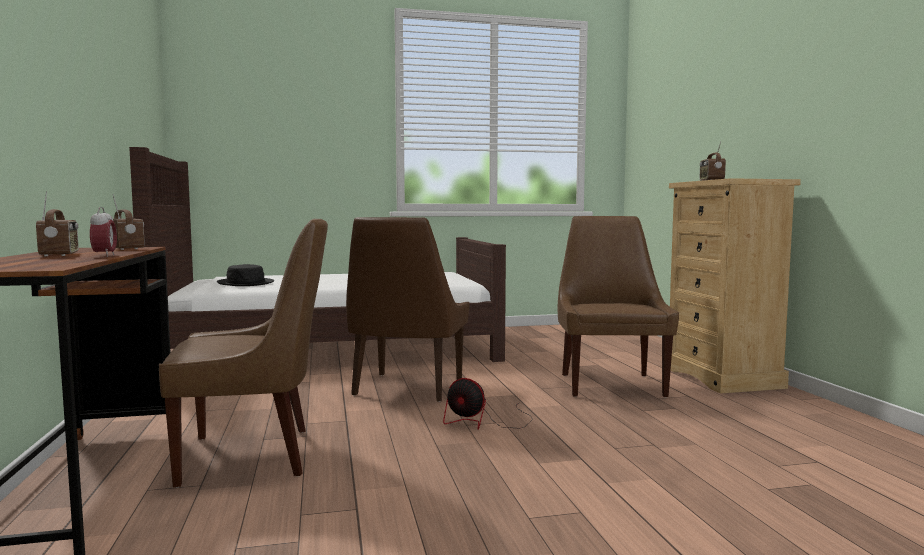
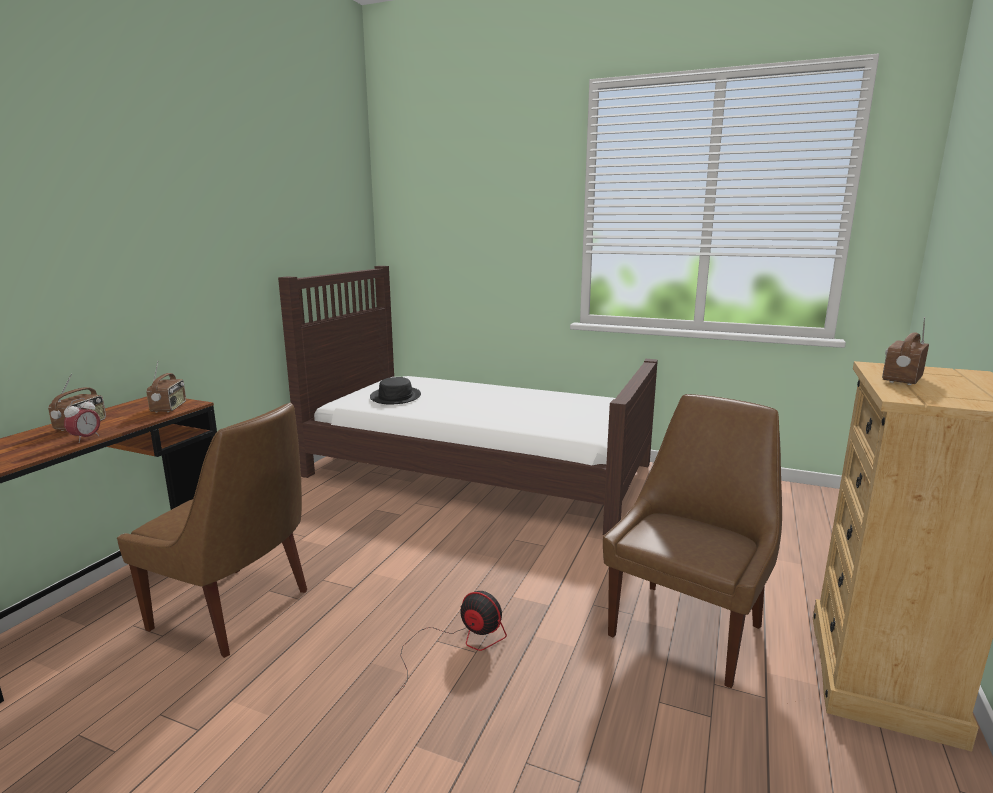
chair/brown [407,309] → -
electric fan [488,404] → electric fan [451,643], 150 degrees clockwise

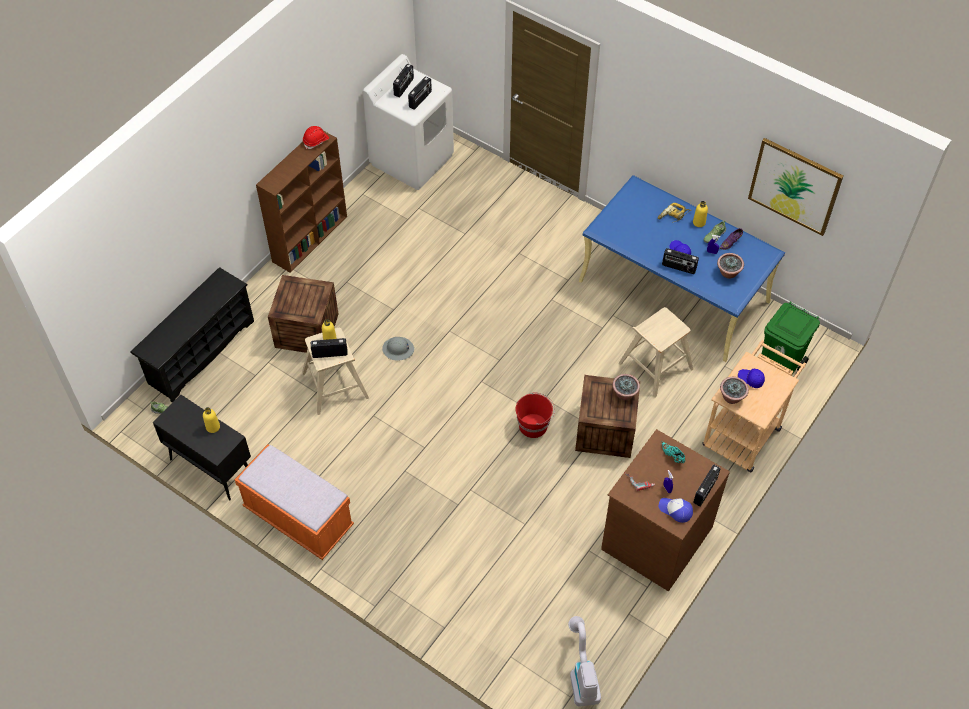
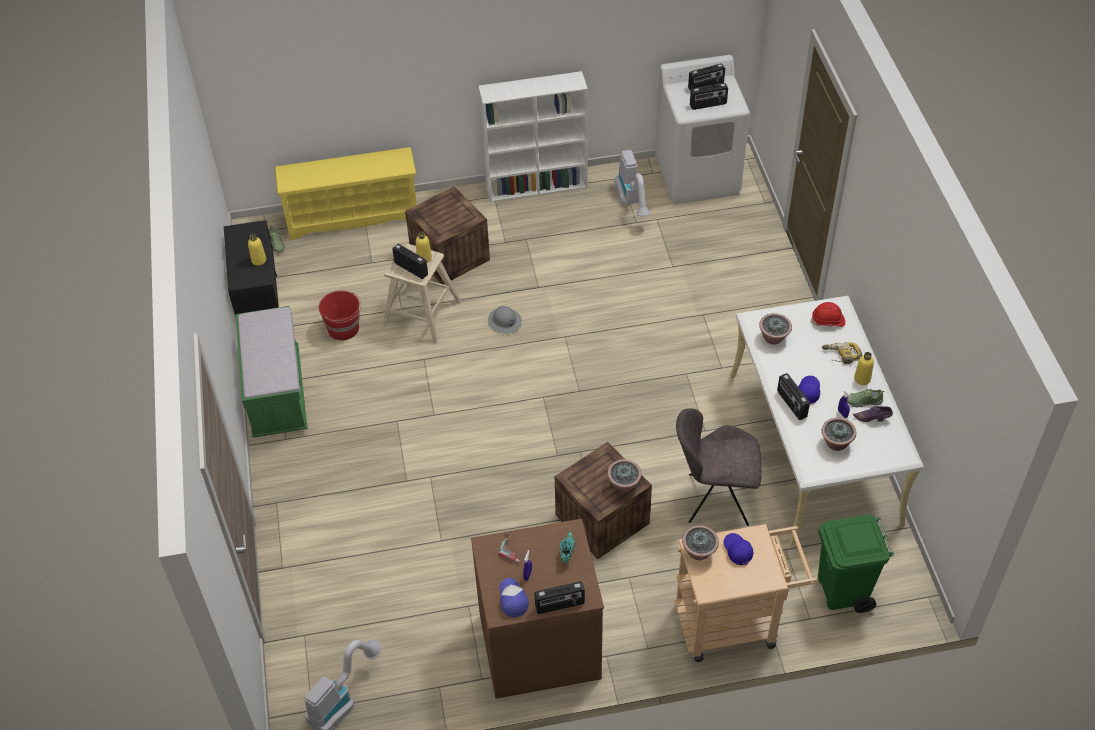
wall picture [795,187] → -
- → vacuum cleaner [632,183]
- → potted plant [775,329]
safety helmet/red [316,137] → safety helmet/red [828,314], move
pail/red [535,415] → pail/red [340,315], move
stool seat/sand-coloured [655,352] → chair/greyish [719,467]
shoe stand/black [192,335] → shoe stand/yellow [345,193]
indoor bench/orange [294,502] → indoor bench/green-coloured [271,372]
bookcase/brown [301,202] → bookcase/white-coloured [533,136]
desk/blue [682,268] → desk/white-coloured [827,421]

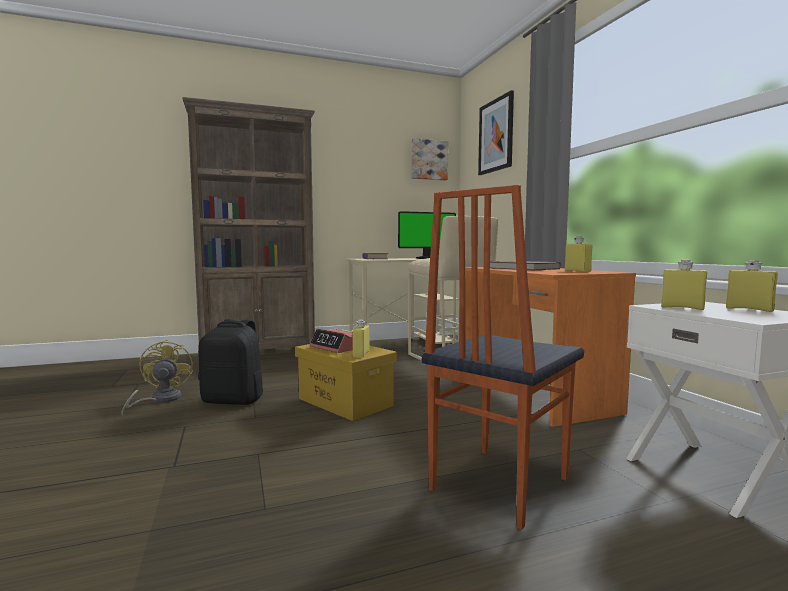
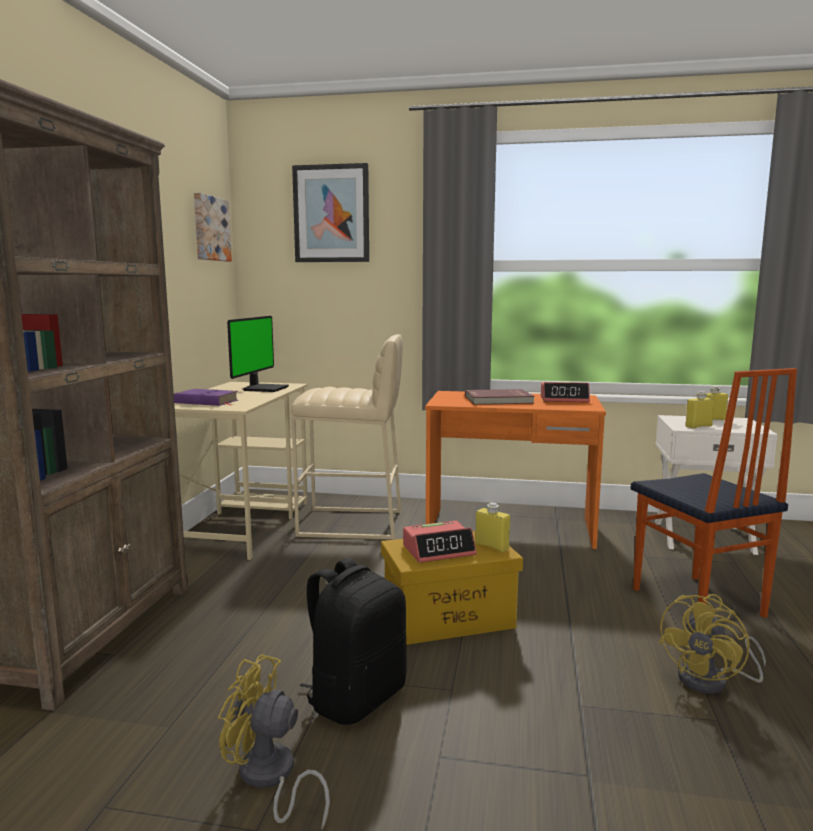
- → electric fan/yellow [712,644]
bottle/yellow [578,254] → alarm clock [565,392]

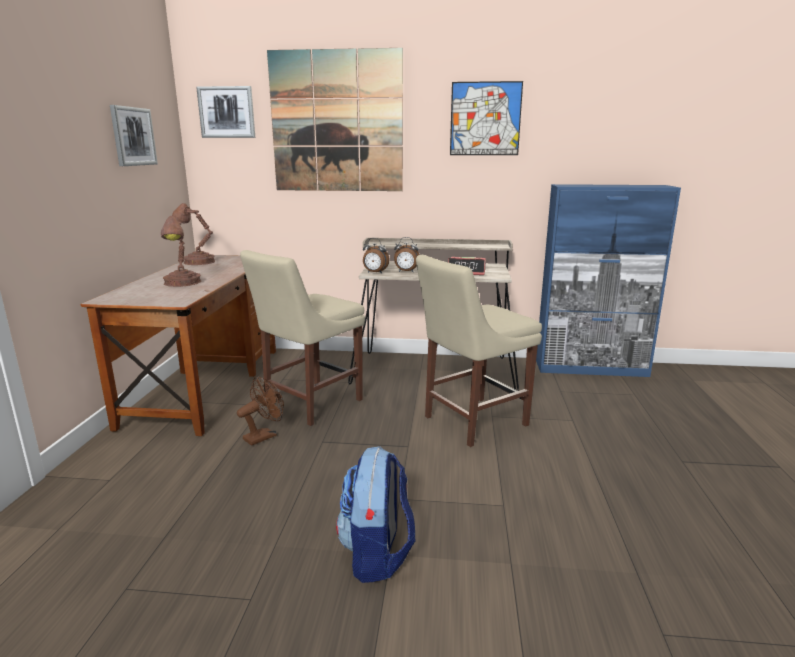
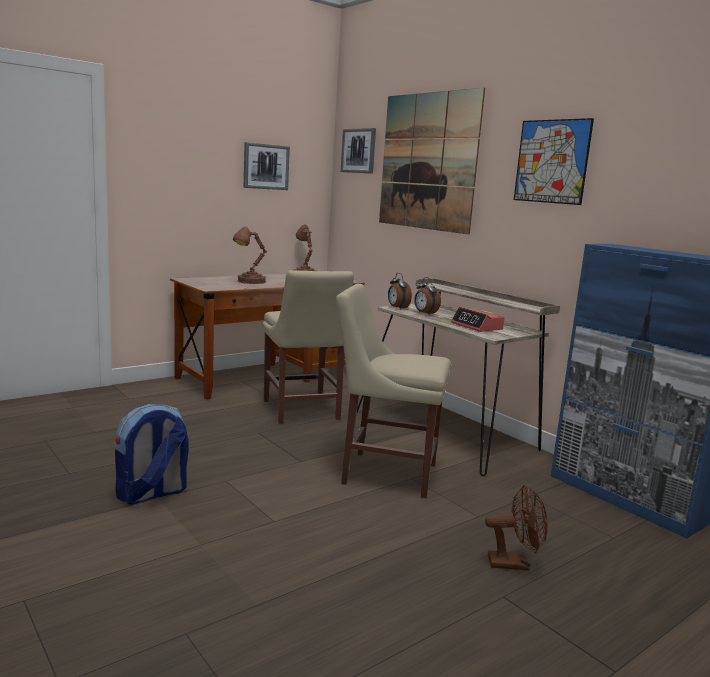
electric fan/brown [260,411] → electric fan/brown [516,528], move
chair/sand-coloured [302,338] → chair/sand-coloured [308,347], 105 degrees counterclockwise

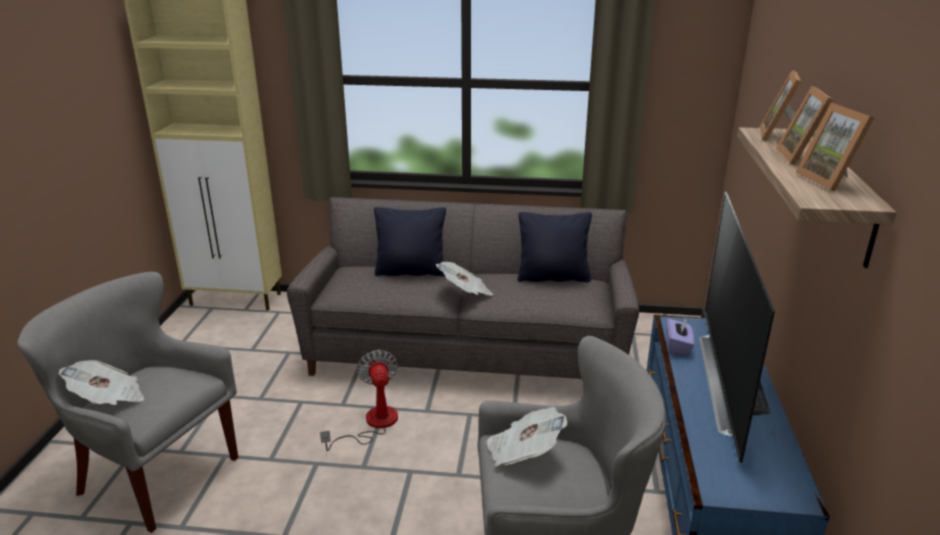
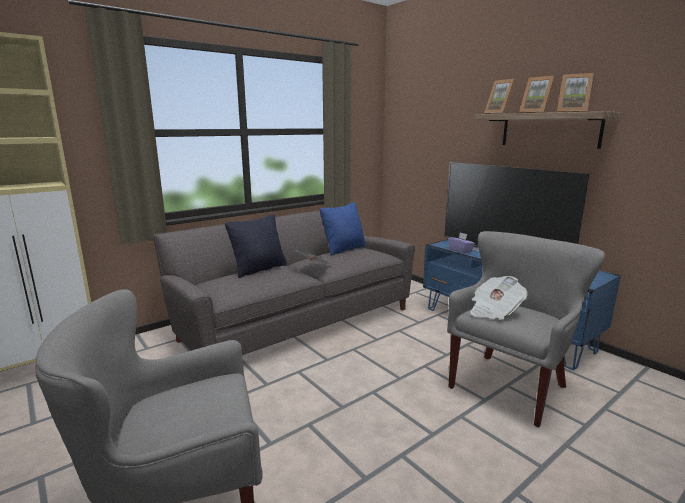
daily paper [101,382] → -
electric fan [359,400] → -
pillow/black [554,247] → pillow/blue [343,229]

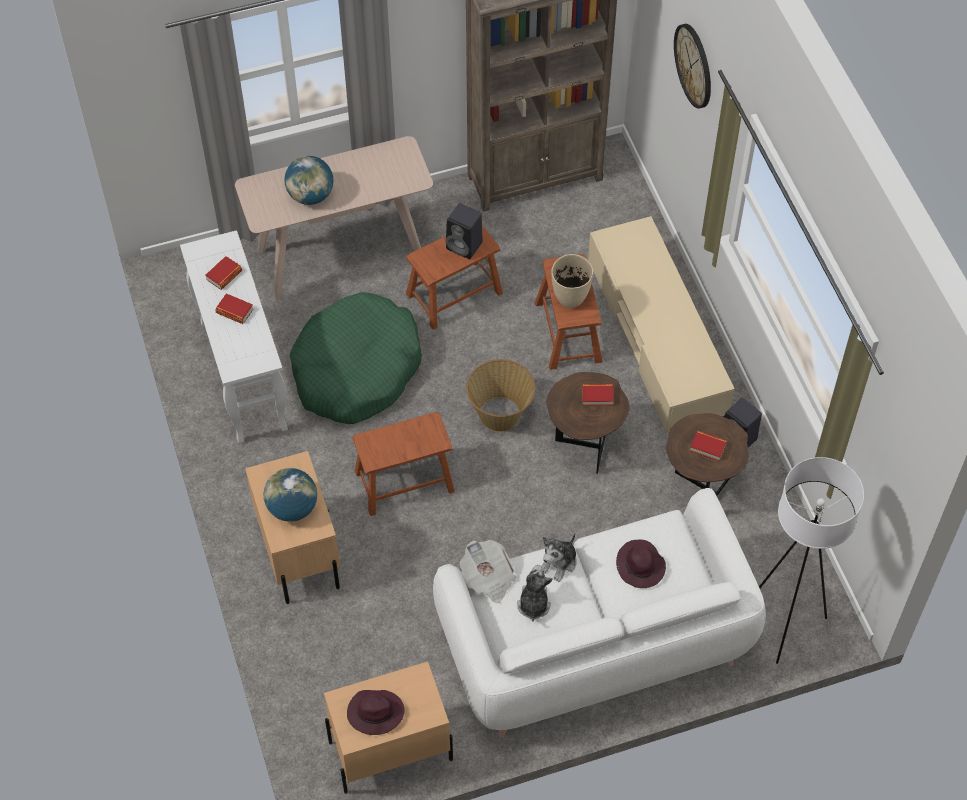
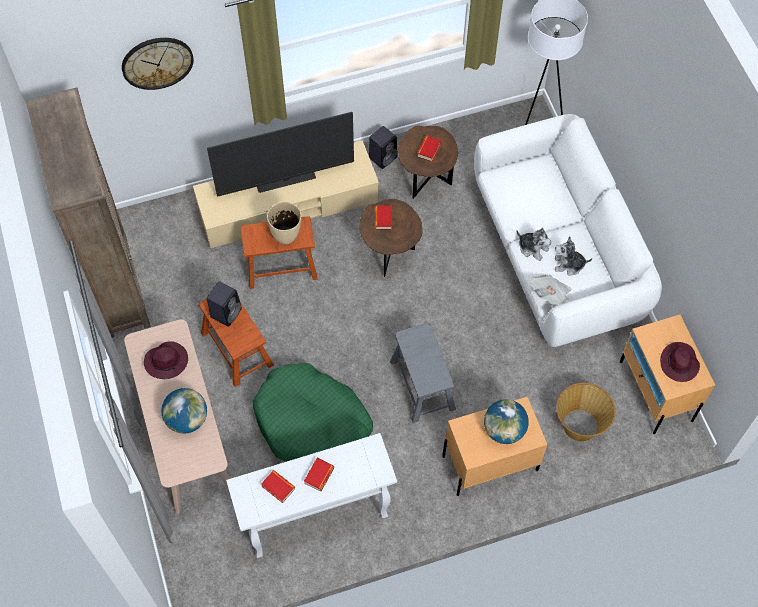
- → television [280,154]
basket [501,395] → basket [585,412], move
hat/purple-coloured [641,564] → hat/purple-coloured [166,360], move
stool seat/brown [403,464] → stool seat/greyish [423,373]

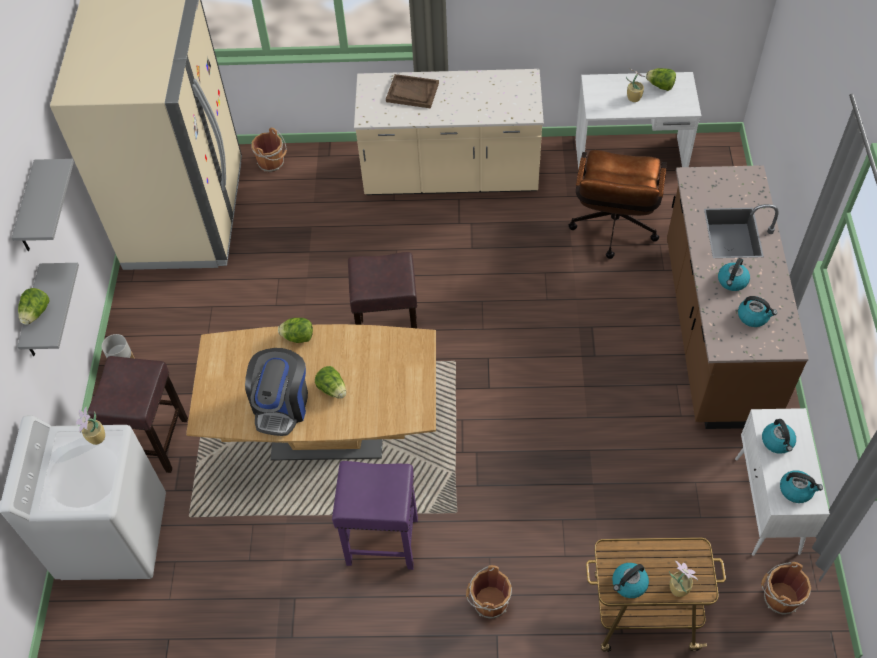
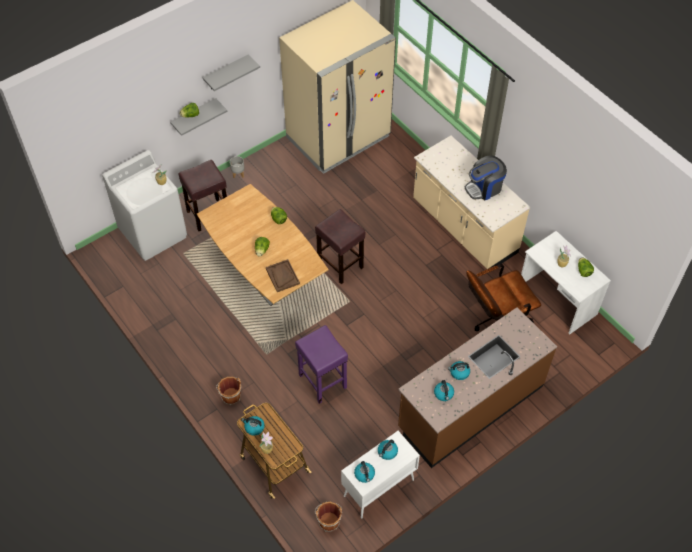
pail/brown [269,150] → -
coffee machine [276,392] → coffee machine [486,177], move
stool seat/purple-coloured [375,515] → stool seat/purple-coloured [321,364], move
serving tray/brown [412,91] → serving tray/brown [283,275], move

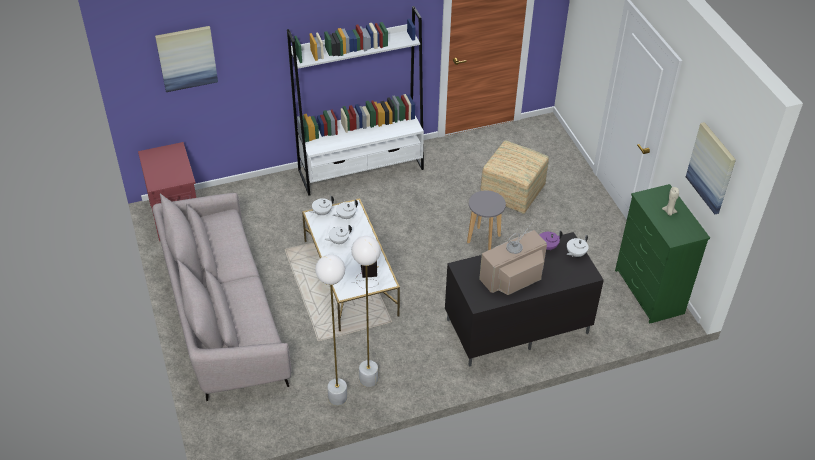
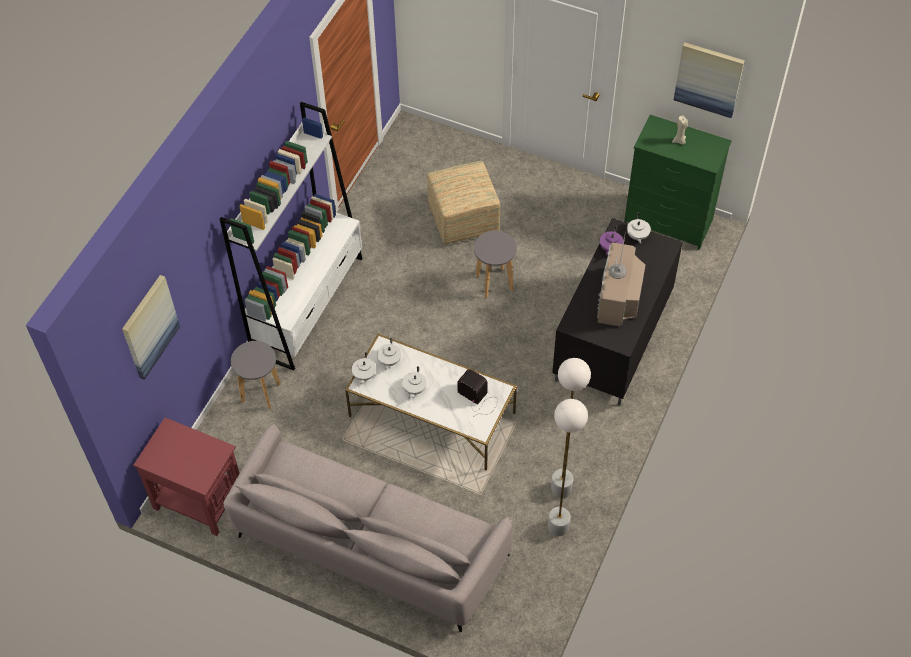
- → stool seat/greyish [256,375]

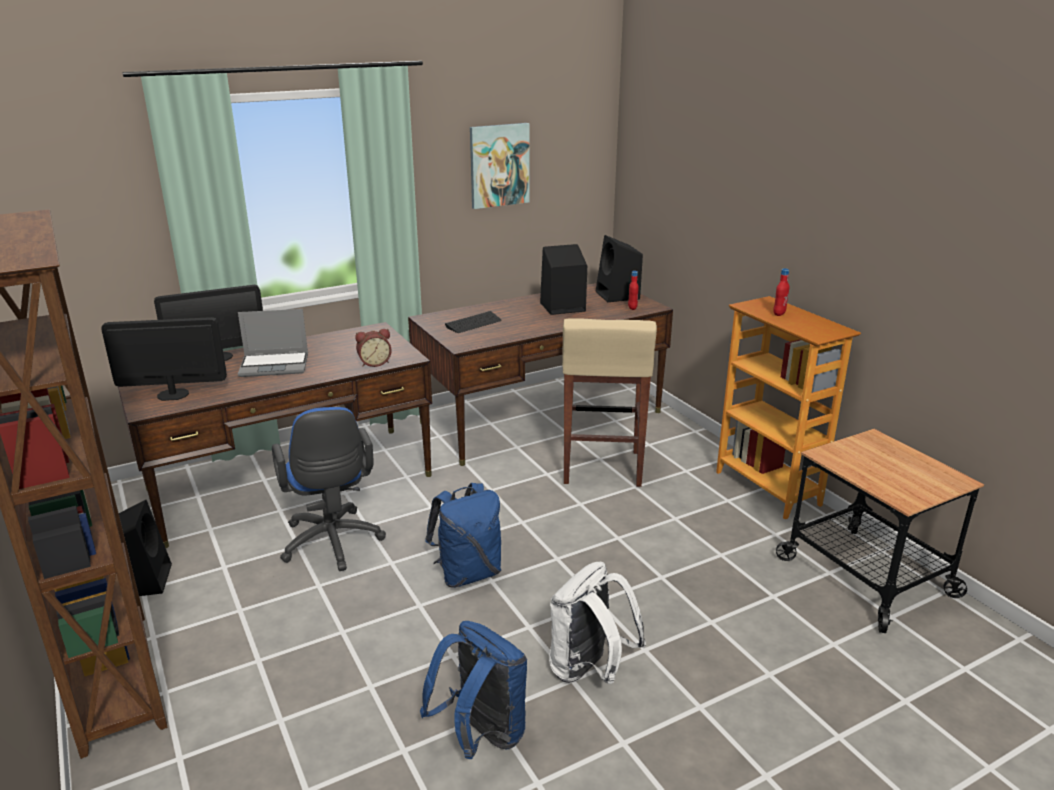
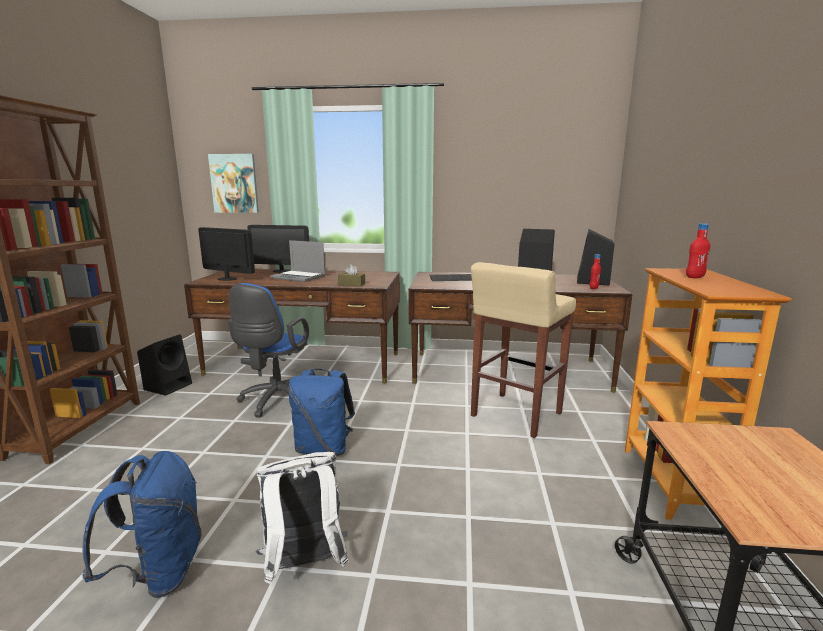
wall picture [500,166] → wall picture [233,183], move
alarm clock [373,348] → box of tissues/brown [351,275]

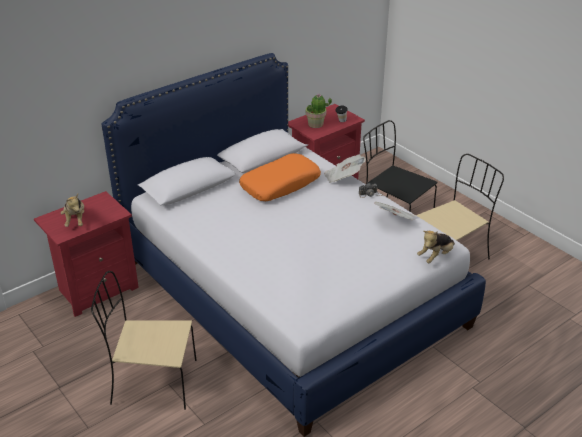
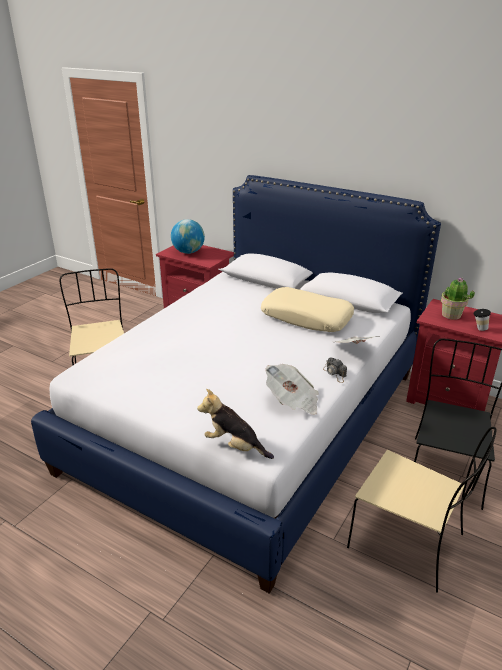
cuddly toy [72,210] → globe [188,236]
pillow/orange [280,177] → pillow/sand-coloured [307,309]

